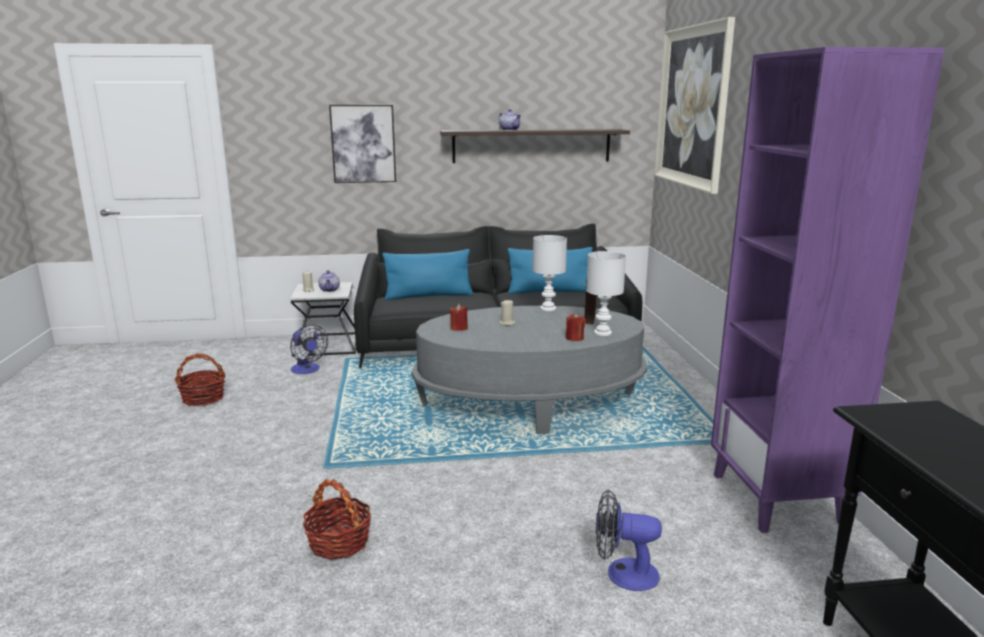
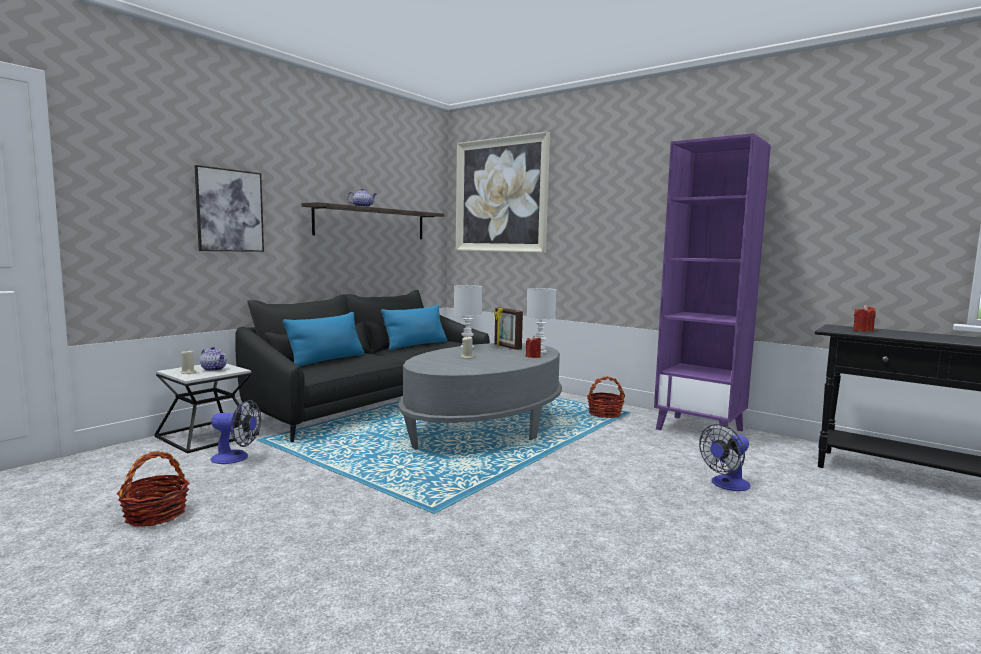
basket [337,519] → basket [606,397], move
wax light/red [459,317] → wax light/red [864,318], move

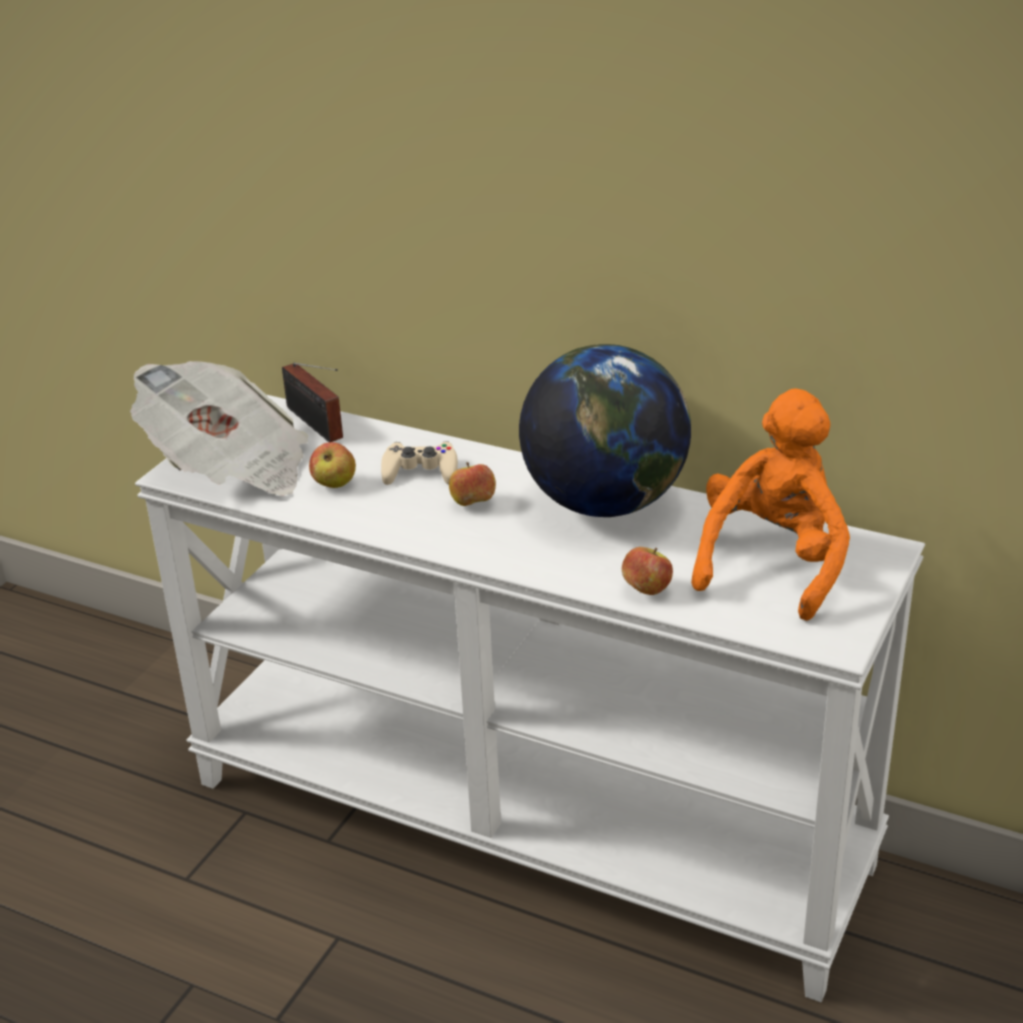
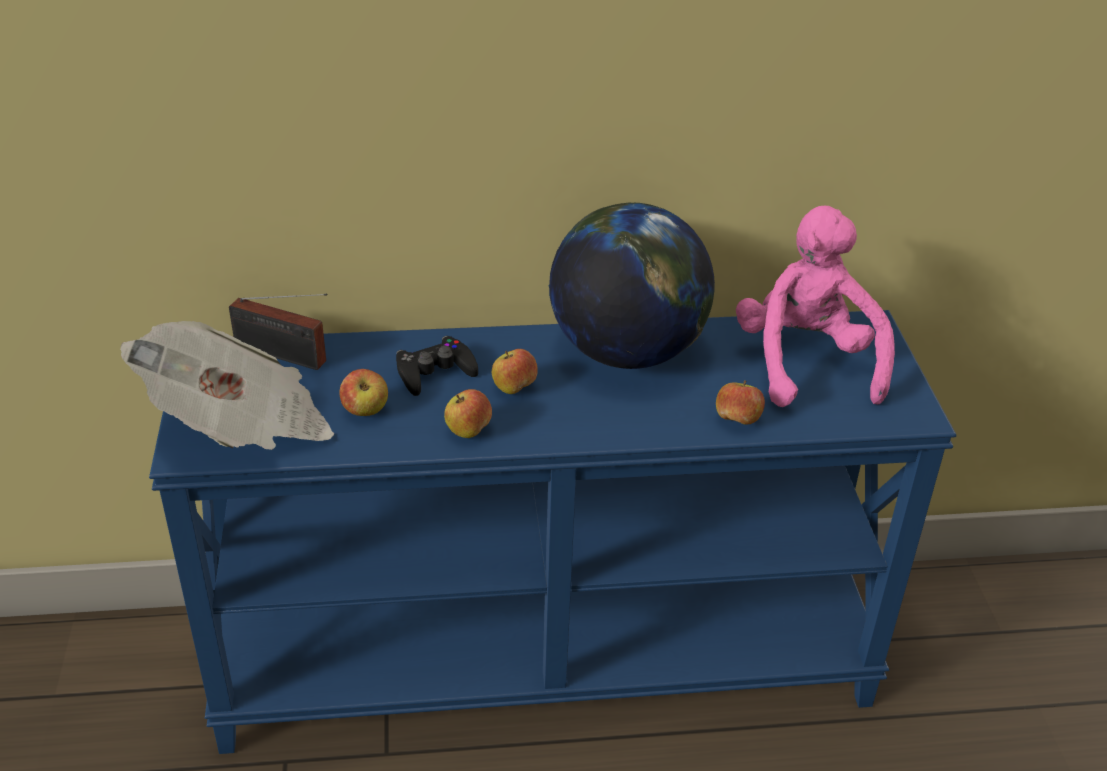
- → apple fruit [468,413]
hall table/white-coloured [530,698] → hall table/blue [552,532]
game controller/sand-coloured [419,463] → game controller/black [437,366]
cuddly toy/orange [770,504] → cuddly toy/pink-coloured [815,306]

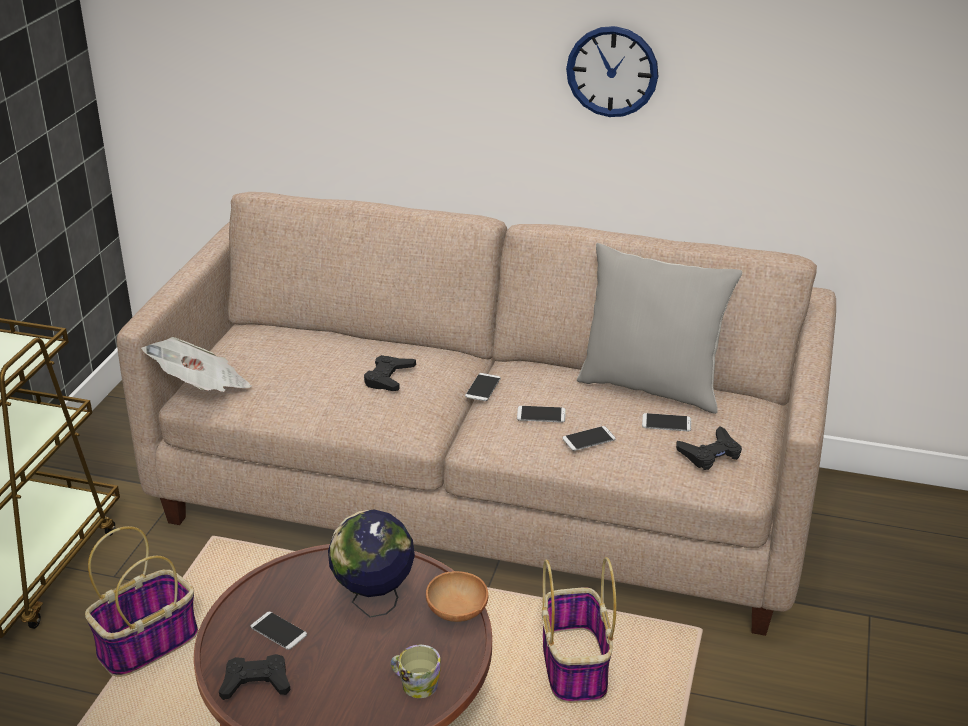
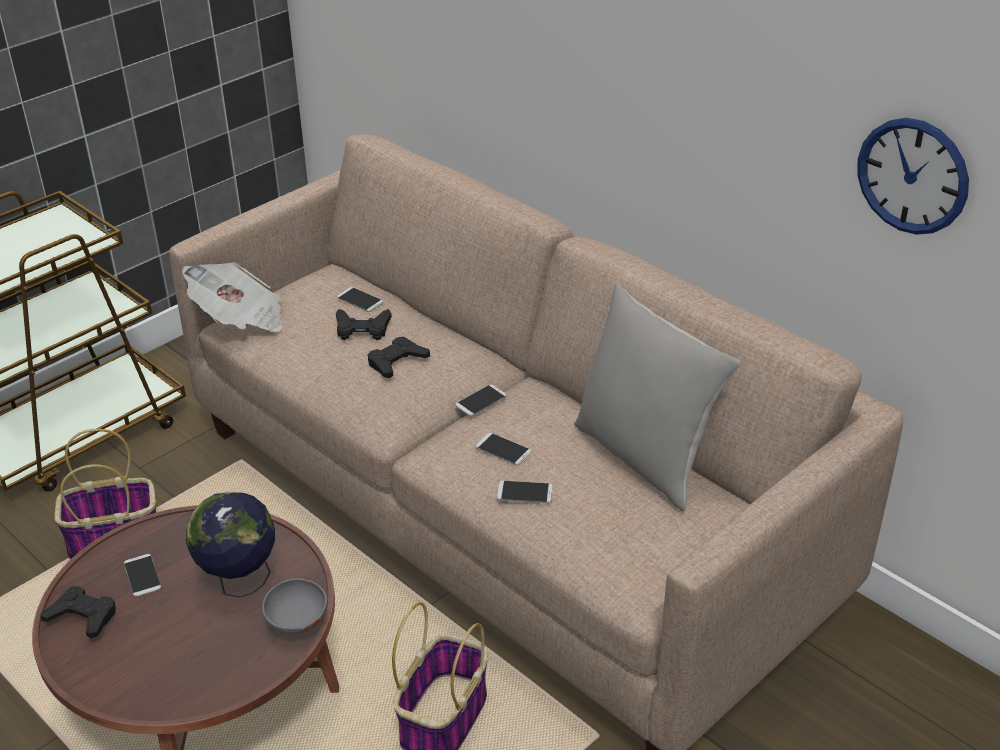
tea mug [416,671] → -
hanging clock [612,71] → hanging clock [913,176], move
handset [666,422] → handset [360,299], move
game controller/black [709,448] → game controller/black [364,324], move
deep dish/brown [457,596] → deep dish/greyish [295,606]

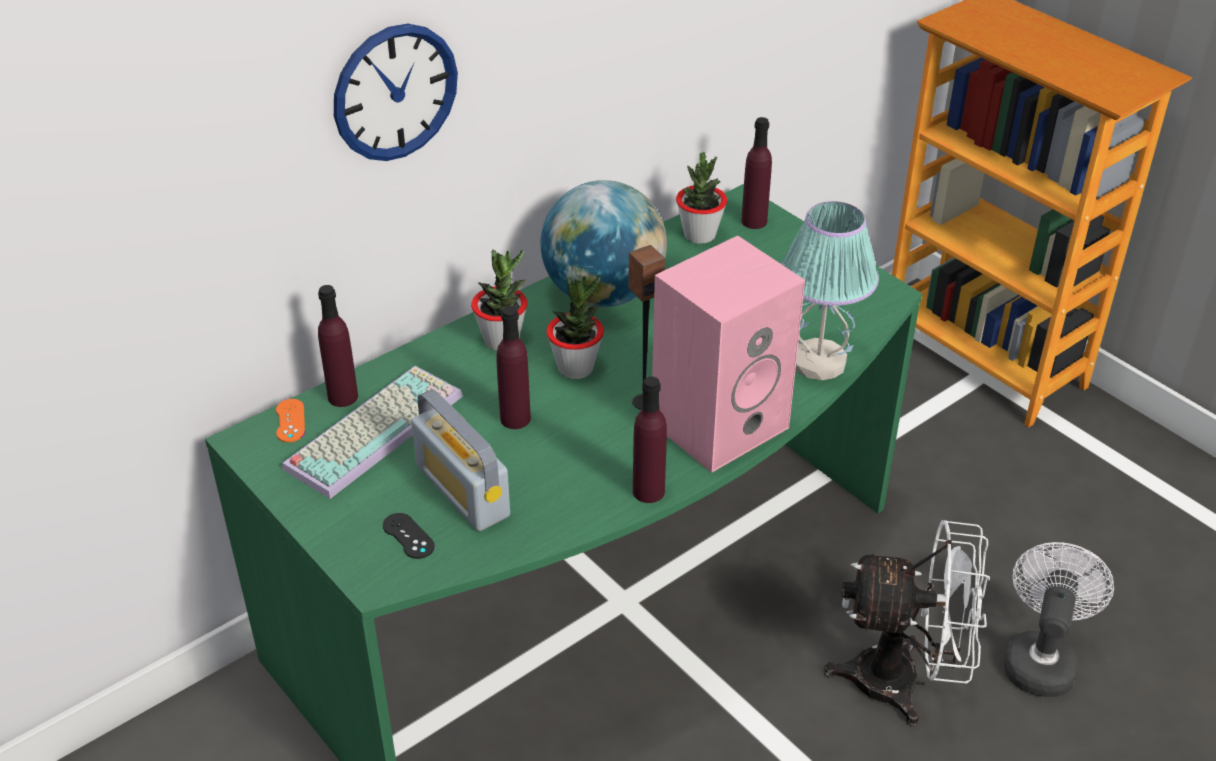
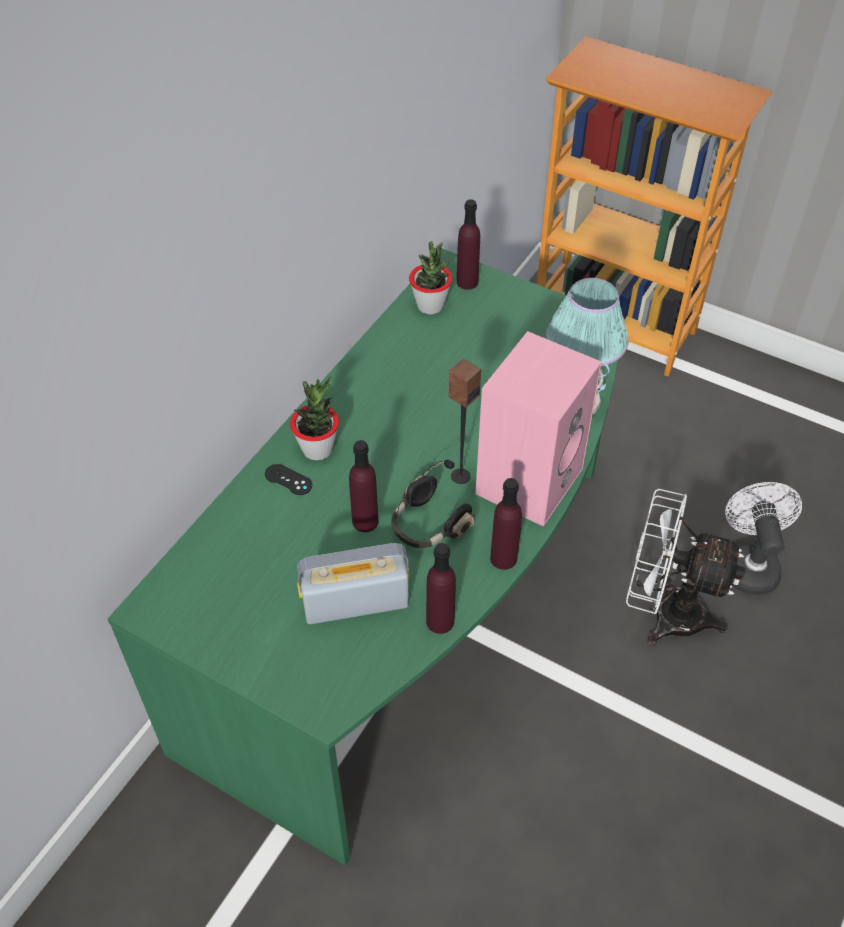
game controller/orange [290,420] → -
keyboard [372,432] → -
hanging clock [396,92] → -
globe [604,243] → -
potted plant [575,326] → -
- → headset/black [433,504]
bottle/purple-coloured [338,346] → bottle/purple-coloured [441,588], move
game controller/black [409,536] → game controller/black [288,479], move
radio receiver [460,460] → radio receiver [353,583], 135 degrees clockwise
electric fan/white-coloured [906,623] → electric fan/white-coloured [686,567], 150 degrees counterclockwise

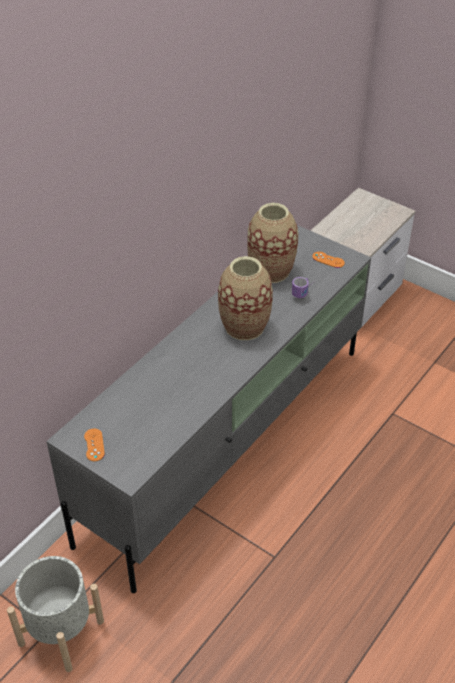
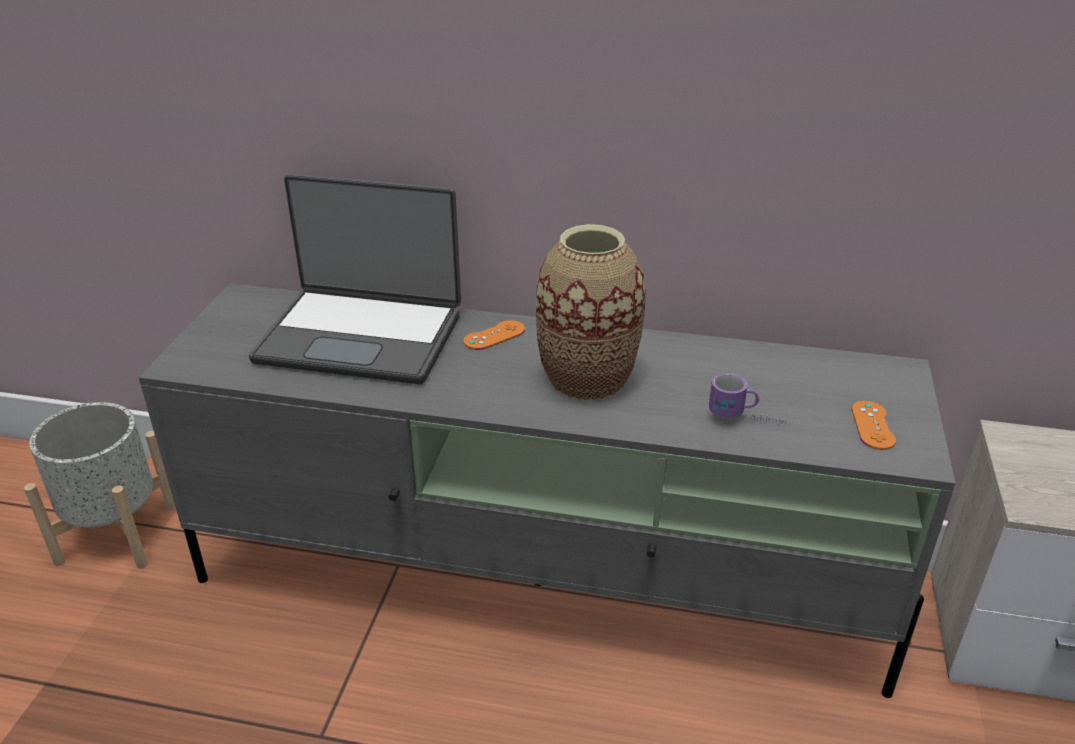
decorative vase [272,243] → -
- → notebook computer [355,279]
game controller/orange [94,444] → game controller/orange [494,335], move

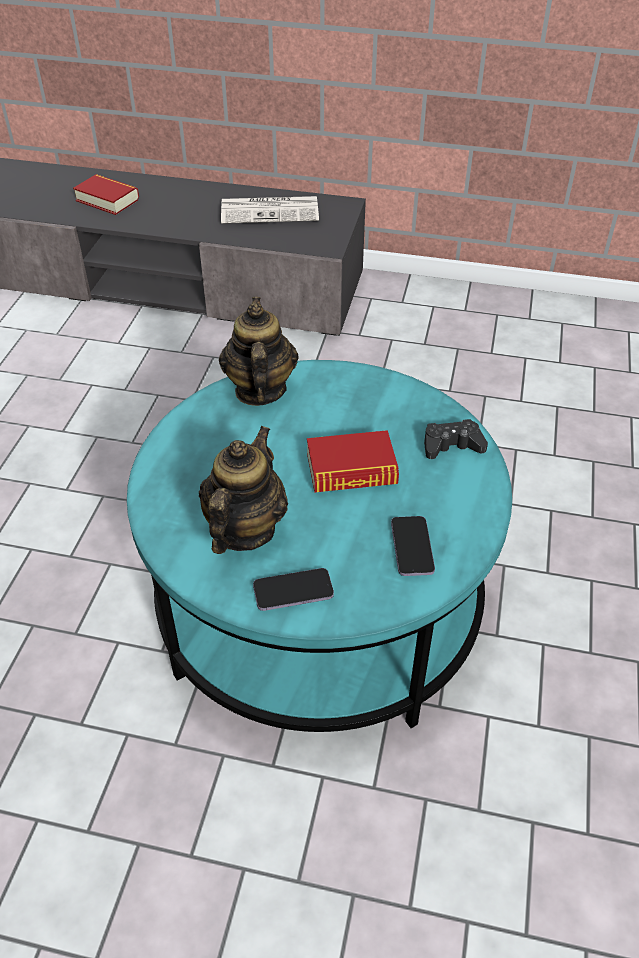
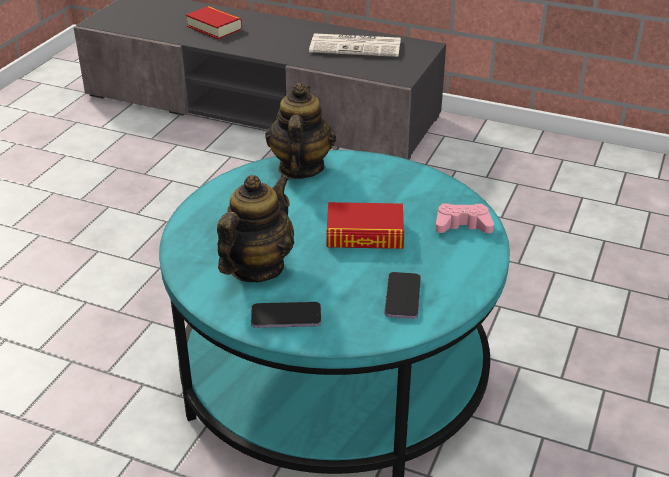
game controller/black [456,439] → game controller/pink-coloured [464,218]

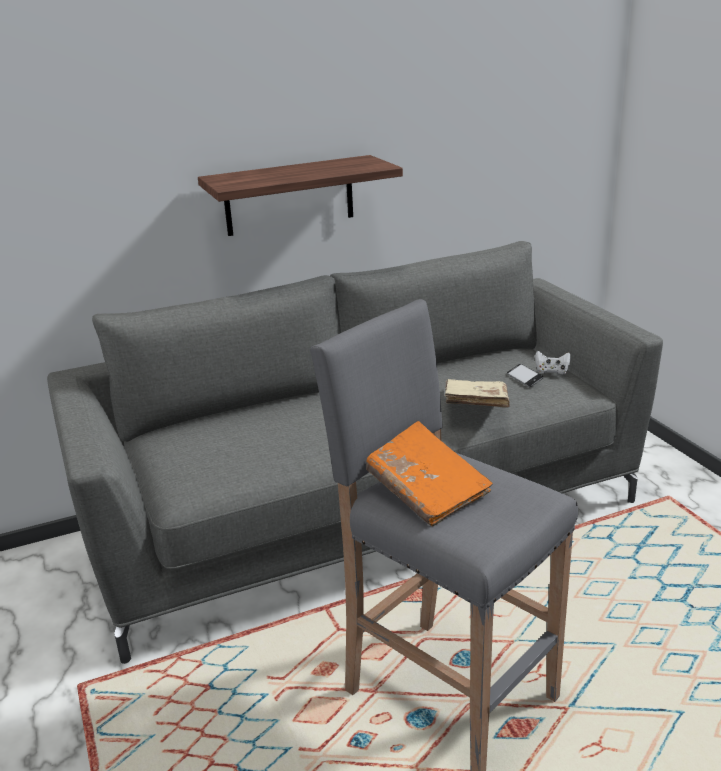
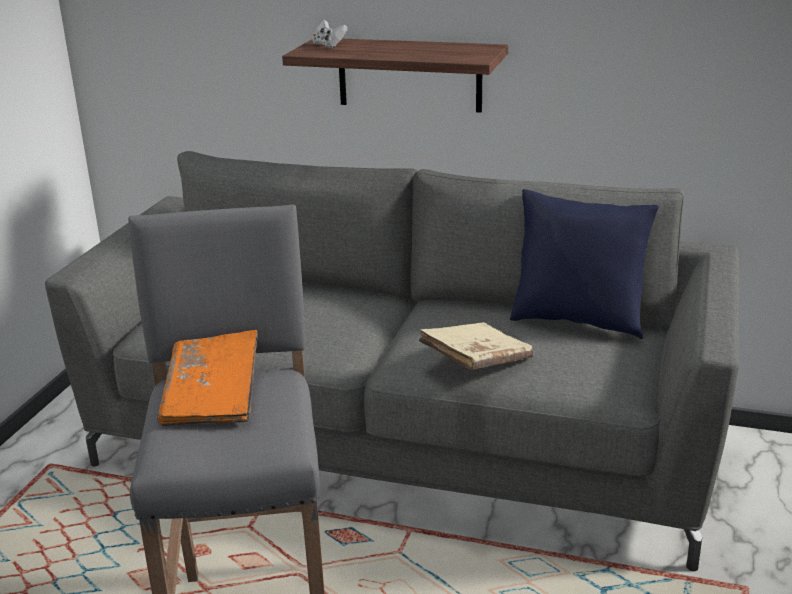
handset [525,375] → -
- → pillow/blue [584,264]
game controller/white-coloured [553,363] → game controller/white-coloured [330,34], move

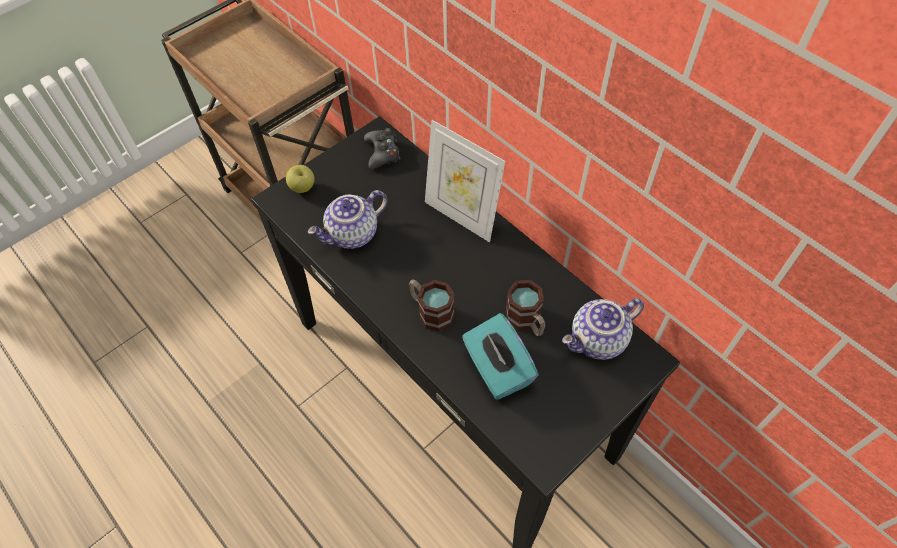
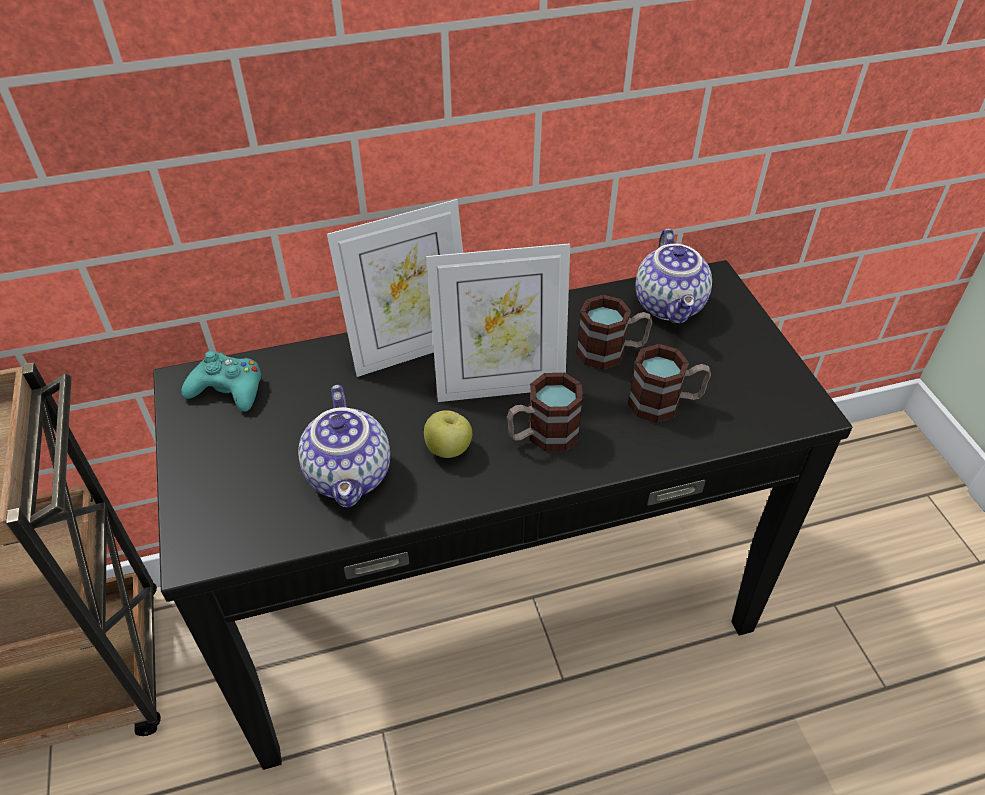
- → photo frame [498,322]
apple fruit [300,179] → apple fruit [448,434], move
box of tissues/turquoise [500,356] → tea mug [669,383]
game controller/black [382,148] → game controller/turquoise [221,381]

